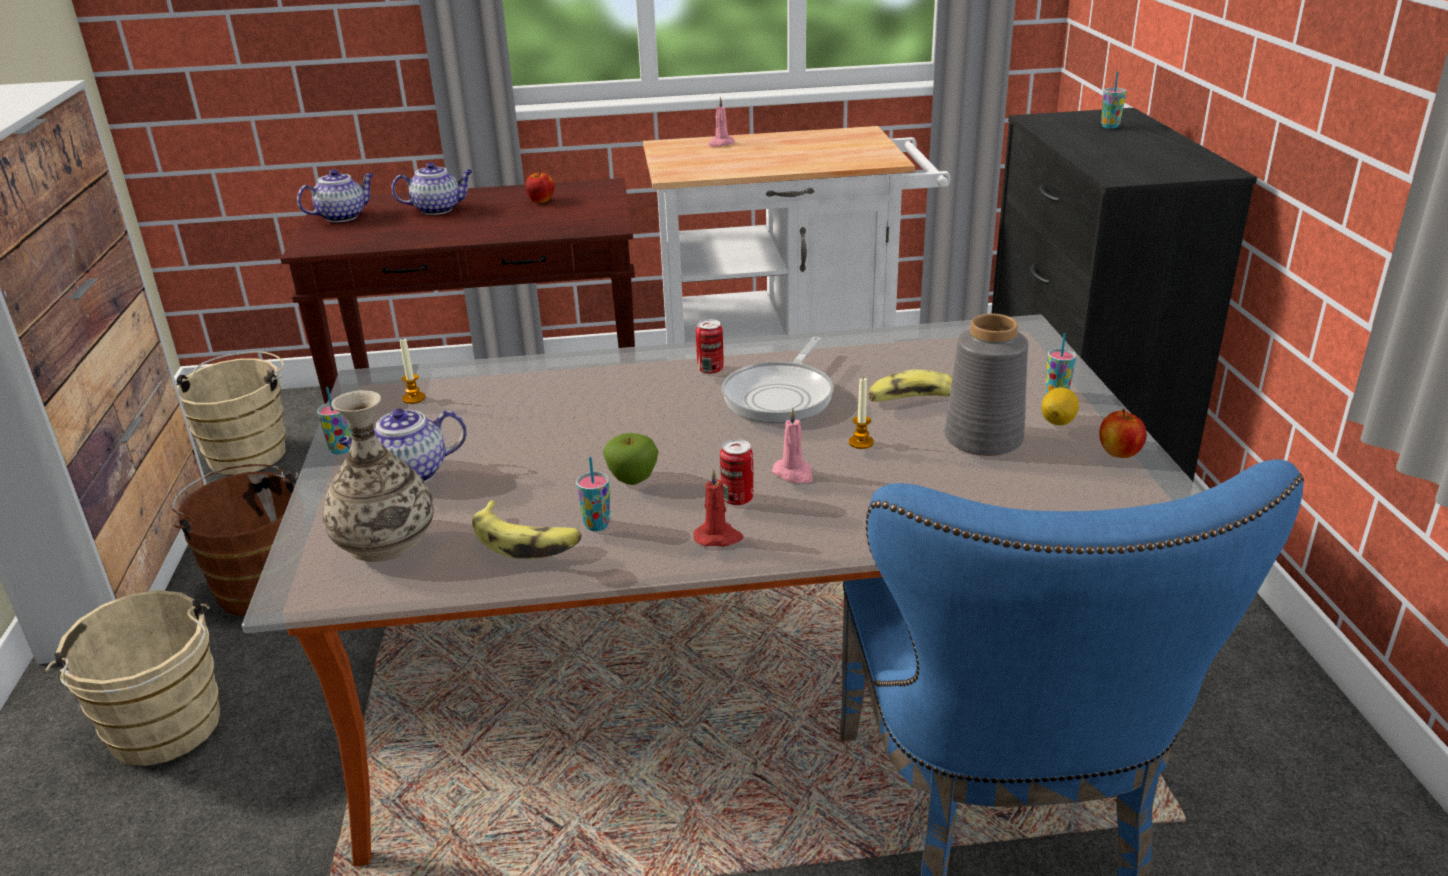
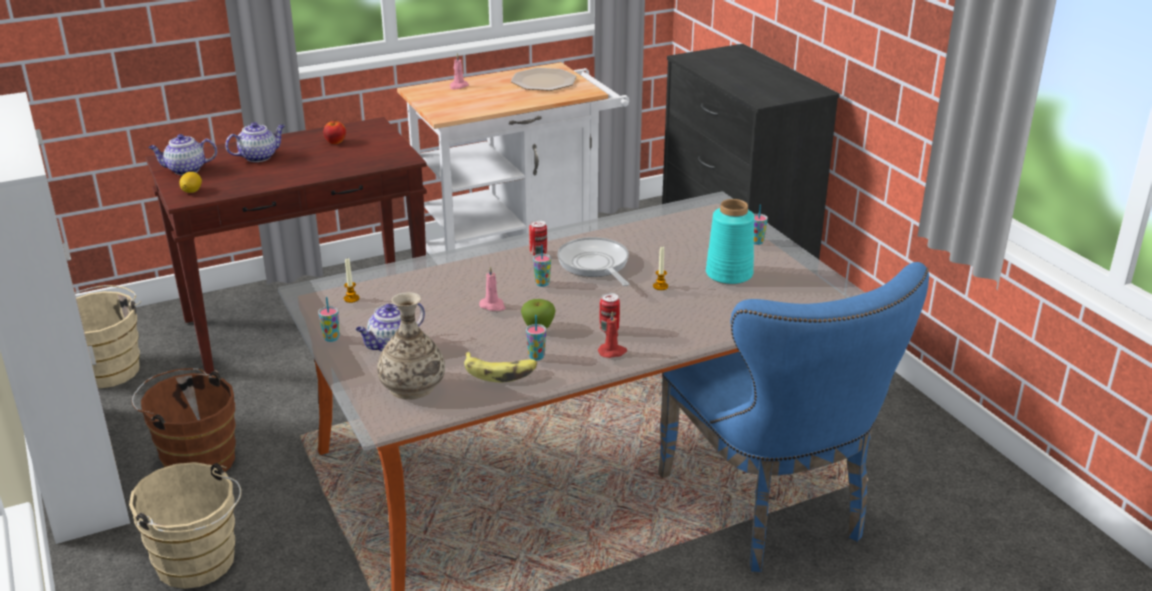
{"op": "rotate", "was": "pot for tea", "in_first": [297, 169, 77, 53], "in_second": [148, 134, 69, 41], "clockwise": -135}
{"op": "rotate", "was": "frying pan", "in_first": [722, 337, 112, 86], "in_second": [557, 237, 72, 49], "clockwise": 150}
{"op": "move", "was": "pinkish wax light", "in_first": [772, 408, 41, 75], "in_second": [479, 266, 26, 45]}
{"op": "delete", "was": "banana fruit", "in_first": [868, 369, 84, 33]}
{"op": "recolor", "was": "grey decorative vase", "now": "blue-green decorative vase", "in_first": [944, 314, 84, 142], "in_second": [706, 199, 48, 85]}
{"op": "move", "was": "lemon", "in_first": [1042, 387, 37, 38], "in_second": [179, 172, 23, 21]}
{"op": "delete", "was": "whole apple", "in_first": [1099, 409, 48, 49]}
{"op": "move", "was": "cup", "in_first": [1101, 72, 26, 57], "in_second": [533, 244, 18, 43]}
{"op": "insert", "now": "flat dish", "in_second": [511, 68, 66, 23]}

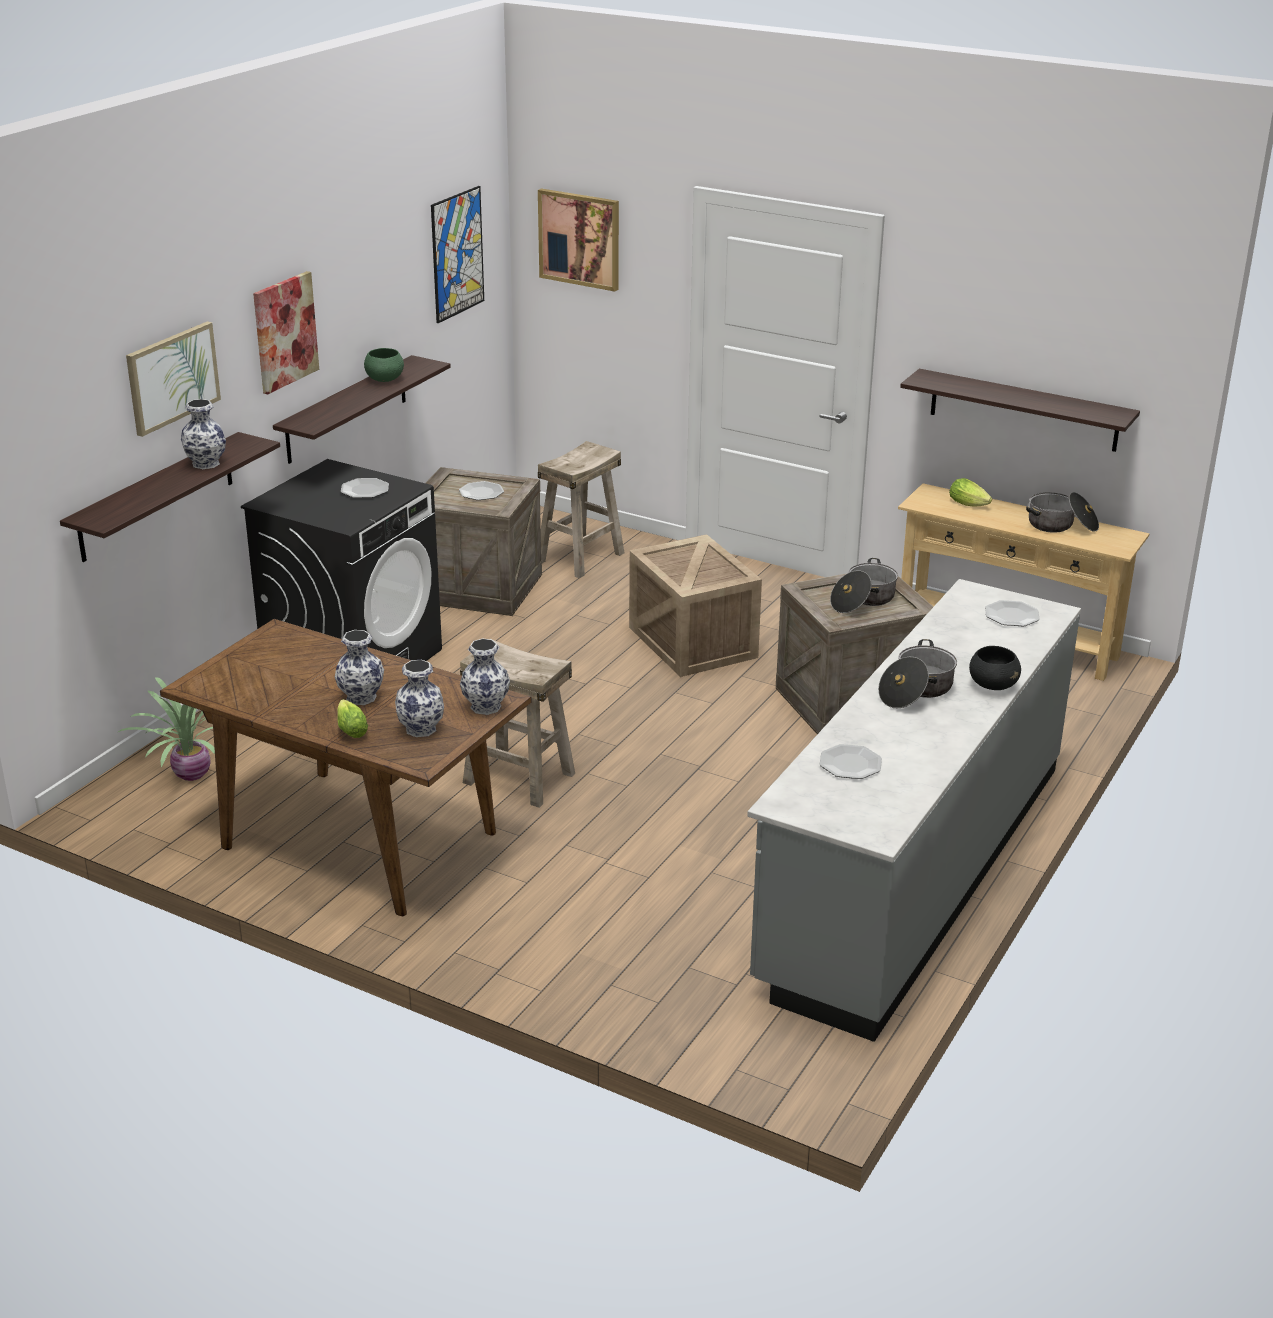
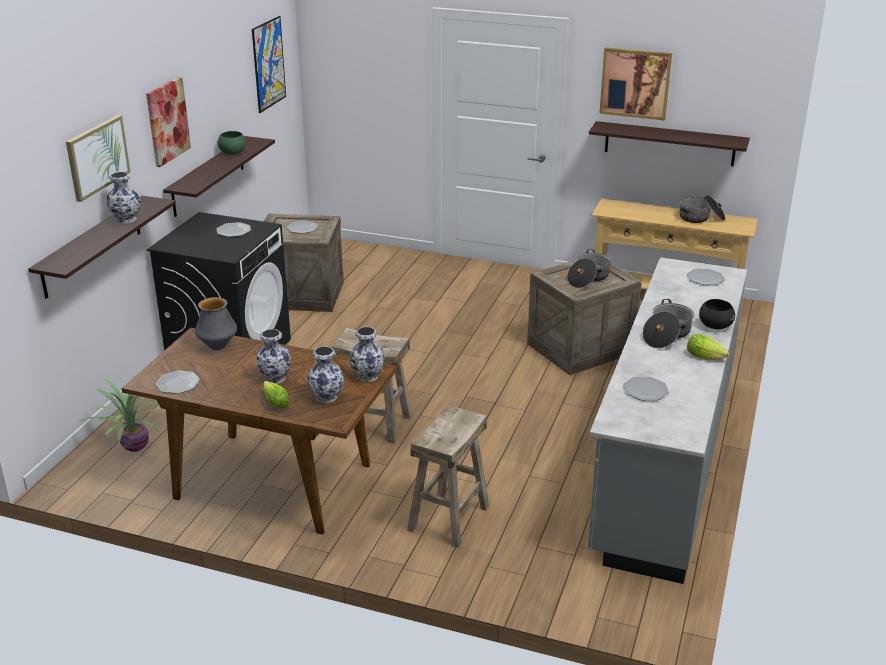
{"op": "move", "was": "wall picture", "in_first": [538, 188, 81, 104], "in_second": [599, 47, 73, 74]}
{"op": "move", "was": "beige-coloured stool seat", "in_first": [538, 441, 86, 137], "in_second": [407, 405, 82, 143]}
{"op": "delete", "was": "crate", "in_first": [629, 534, 133, 143]}
{"op": "move", "was": "lettuce", "in_first": [949, 478, 43, 28], "in_second": [687, 334, 42, 26]}
{"op": "insert", "now": "flat dish", "in_second": [156, 370, 44, 24]}
{"op": "insert", "now": "decorative vase", "in_second": [195, 297, 42, 53]}

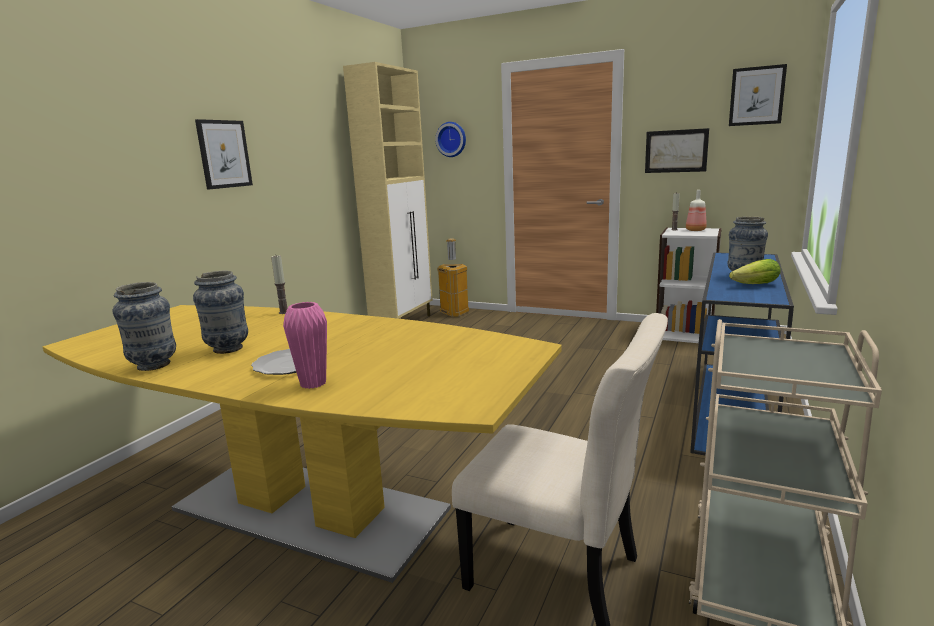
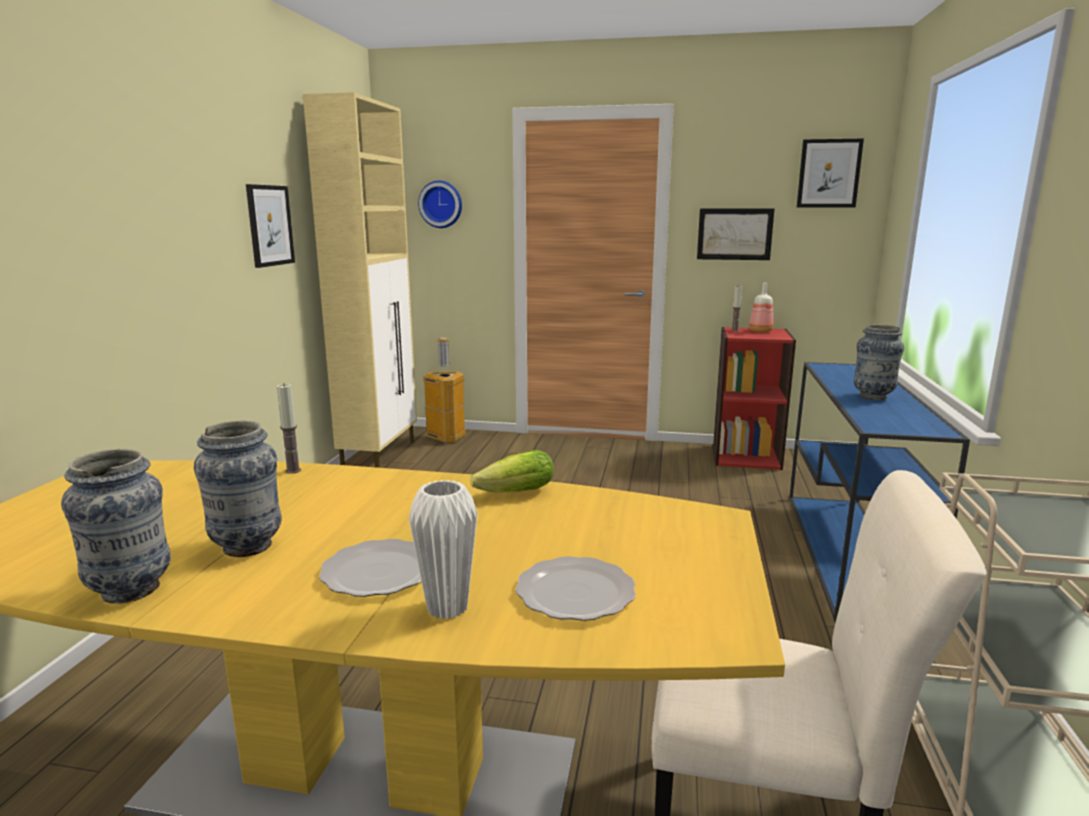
{"op": "move", "was": "wall picture", "in_first": [195, 119, 58, 71], "in_second": [246, 184, 49, 84]}
{"op": "recolor", "was": "pinkish decorative vase", "now": "whitish decorative vase", "in_first": [283, 302, 44, 87], "in_second": [409, 480, 68, 139]}
{"op": "recolor", "was": "whitish shelving unit", "now": "red-coloured shelving unit", "in_first": [656, 228, 65, 115], "in_second": [713, 327, 83, 143]}
{"op": "move", "was": "lettuce", "in_first": [729, 259, 52, 25], "in_second": [470, 450, 84, 43]}
{"op": "insert", "now": "flat dish", "in_second": [515, 556, 121, 65]}

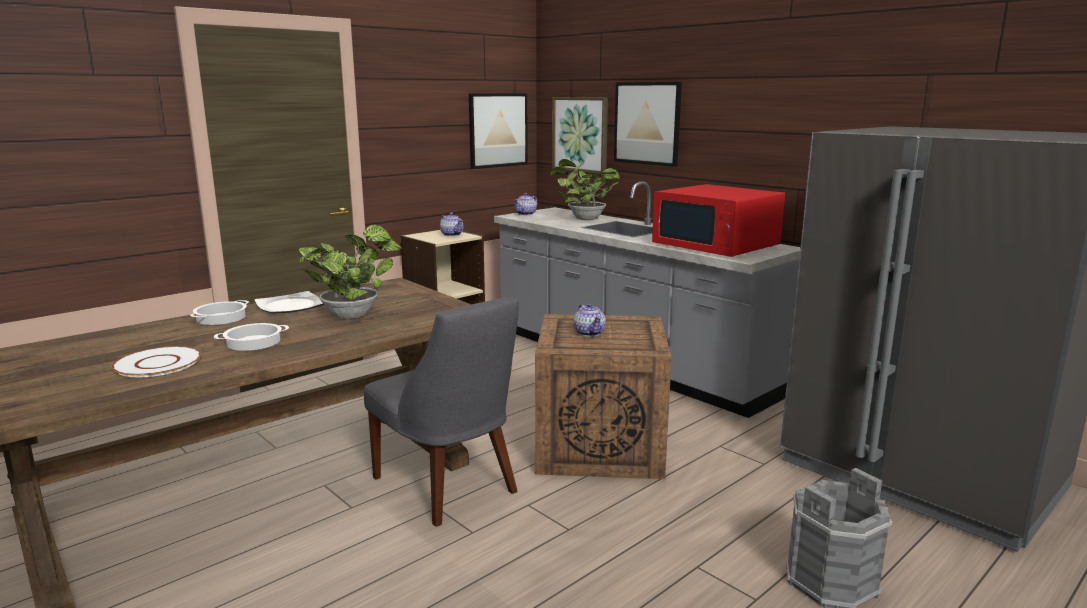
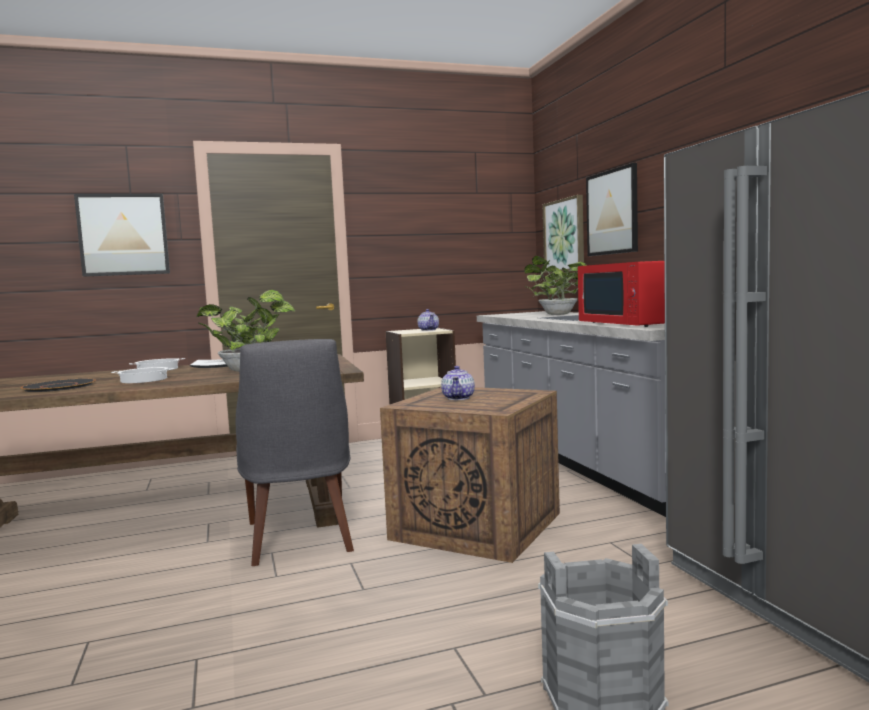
{"op": "recolor", "was": "whitish flat dish", "now": "black-coloured flat dish", "in_first": [111, 346, 90, 31], "in_second": [21, 379, 75, 13]}
{"op": "move", "was": "wall picture", "in_first": [469, 93, 59, 76], "in_second": [74, 194, 96, 83]}
{"op": "delete", "was": "pot for tea", "in_first": [514, 193, 23, 22]}

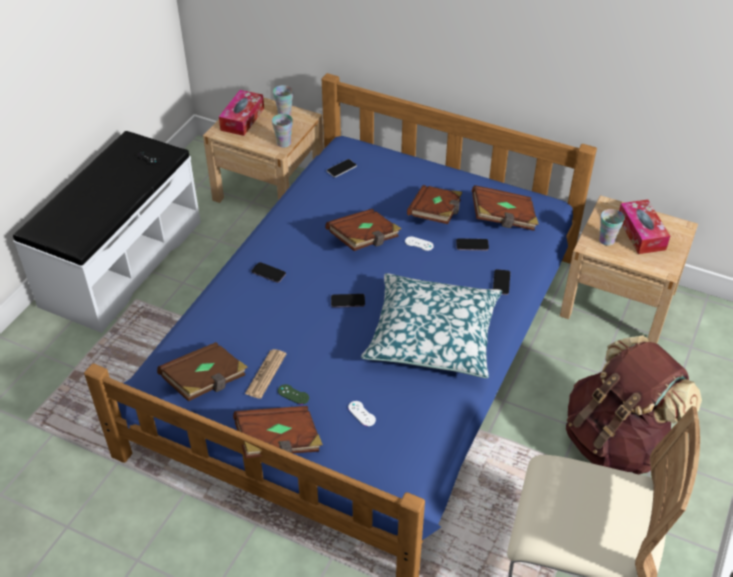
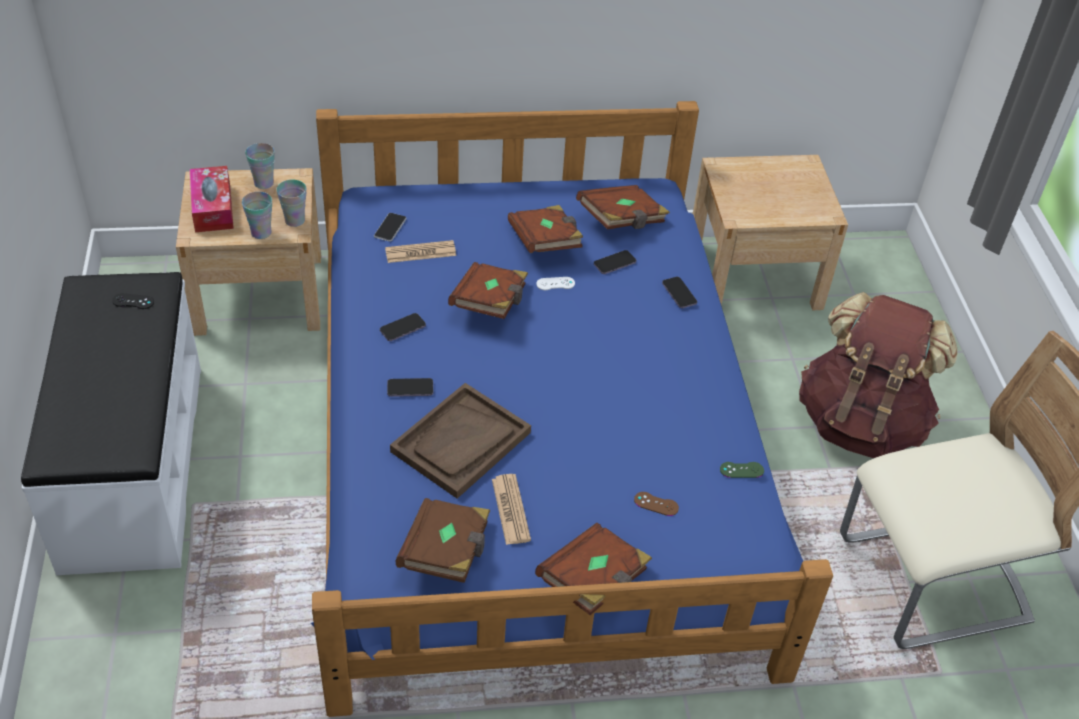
{"op": "move", "was": "greenish gamepad", "in_first": [278, 384, 31, 21], "in_second": [720, 462, 44, 16]}
{"op": "move", "was": "telephone", "in_first": [331, 294, 34, 14], "in_second": [380, 313, 46, 28]}
{"op": "recolor", "was": "whitish gamepad", "now": "brown-coloured gamepad", "in_first": [348, 401, 28, 25], "in_second": [634, 492, 45, 24]}
{"op": "delete", "was": "throw pillow", "in_first": [361, 273, 141, 105]}
{"op": "move", "was": "cup", "in_first": [599, 209, 26, 37], "in_second": [242, 191, 30, 48]}
{"op": "delete", "was": "tissue box", "in_first": [619, 200, 51, 54]}
{"op": "insert", "now": "newspaper", "in_second": [385, 240, 71, 23]}
{"op": "insert", "now": "brown-coloured serving tray", "in_second": [390, 383, 141, 116]}

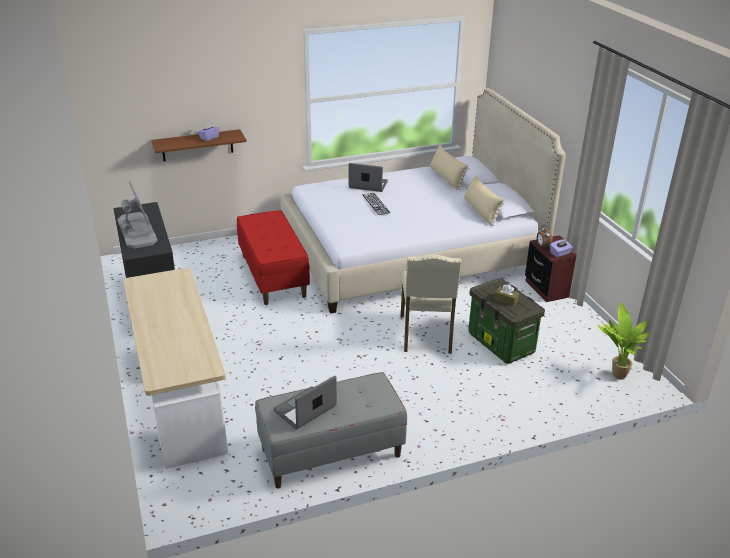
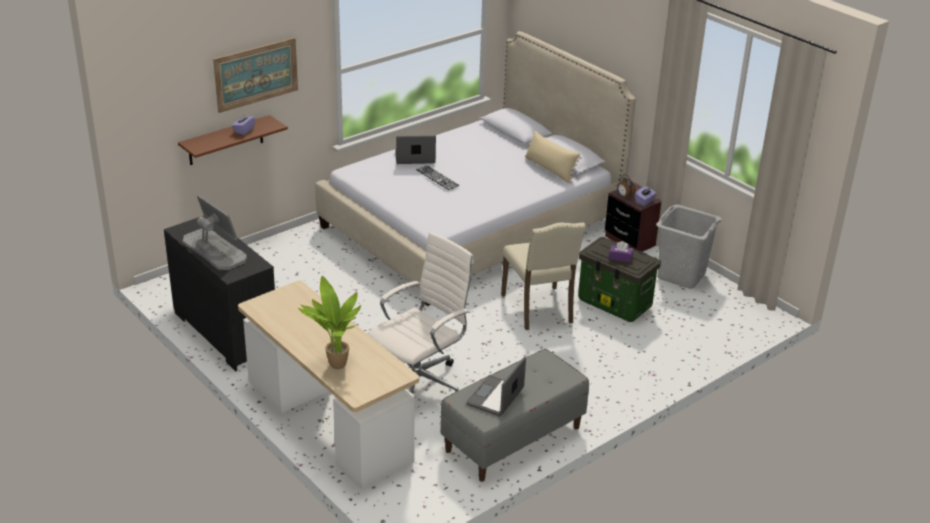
{"op": "delete", "was": "red-coloured indoor bench", "in_first": [237, 210, 73, 95]}
{"op": "delete", "was": "beige-coloured throw pillow", "in_first": [430, 145, 39, 45]}
{"op": "recolor", "was": "brown-coloured tissue box", "now": "purple-coloured tissue box", "in_first": [494, 284, 25, 22], "in_second": [609, 241, 24, 21]}
{"op": "move", "was": "houseplant", "in_first": [598, 302, 52, 77], "in_second": [298, 276, 63, 93]}
{"op": "insert", "now": "wall picture", "in_second": [213, 38, 85, 75]}
{"op": "insert", "now": "whitish office chair", "in_second": [367, 232, 107, 162]}
{"op": "insert", "now": "grey washing basket", "in_second": [656, 204, 66, 85]}

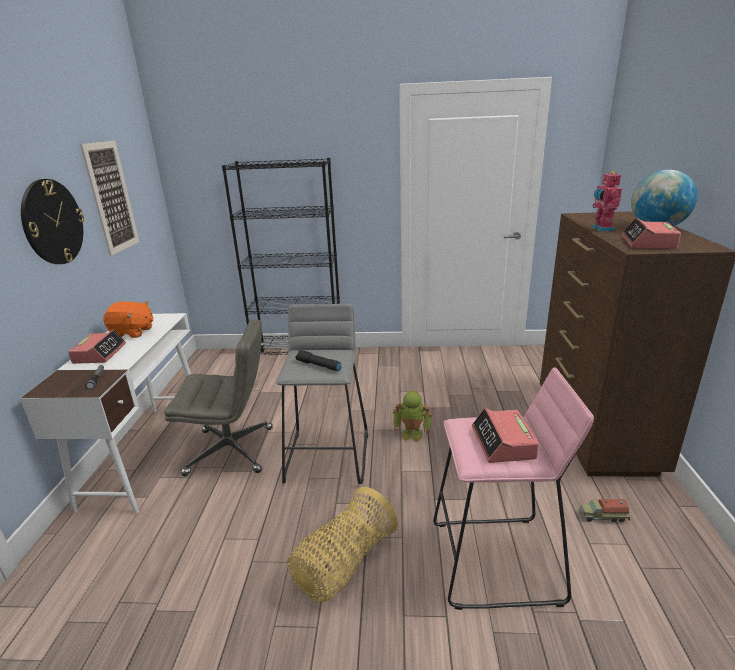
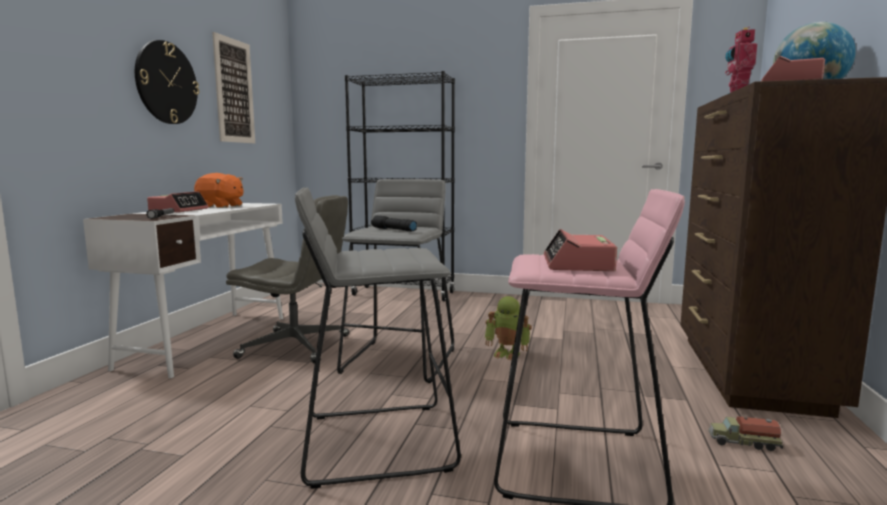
{"op": "replace", "was": "household basket", "now": "grey stool seat", "in_first": [288, 487, 110, 116], "in_second": [295, 187, 166, 302]}

